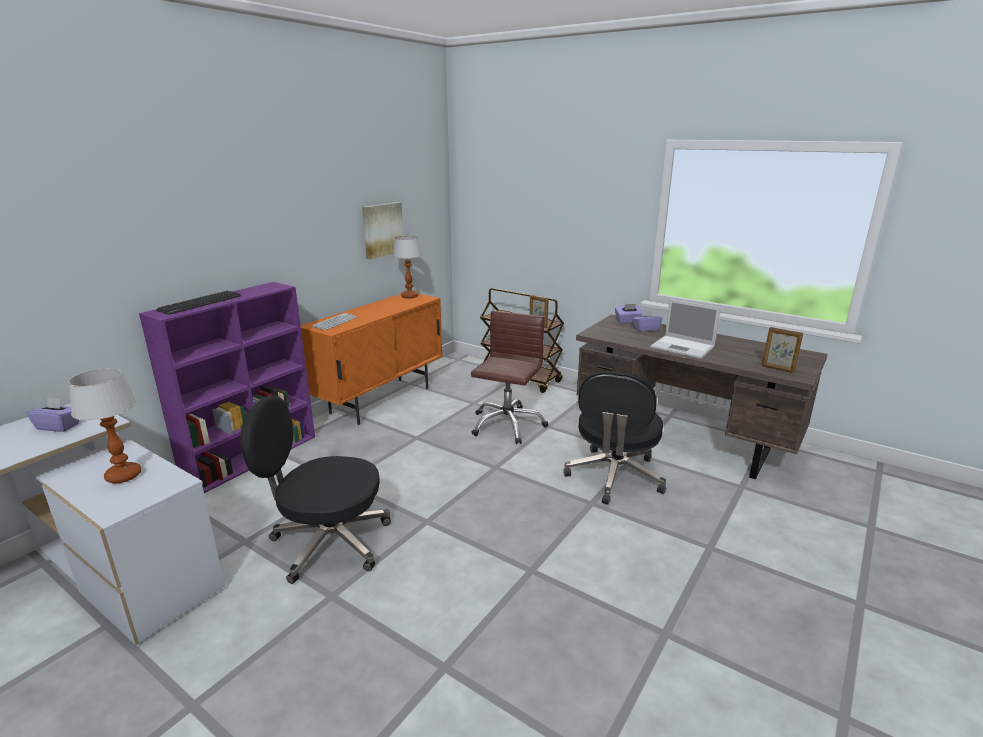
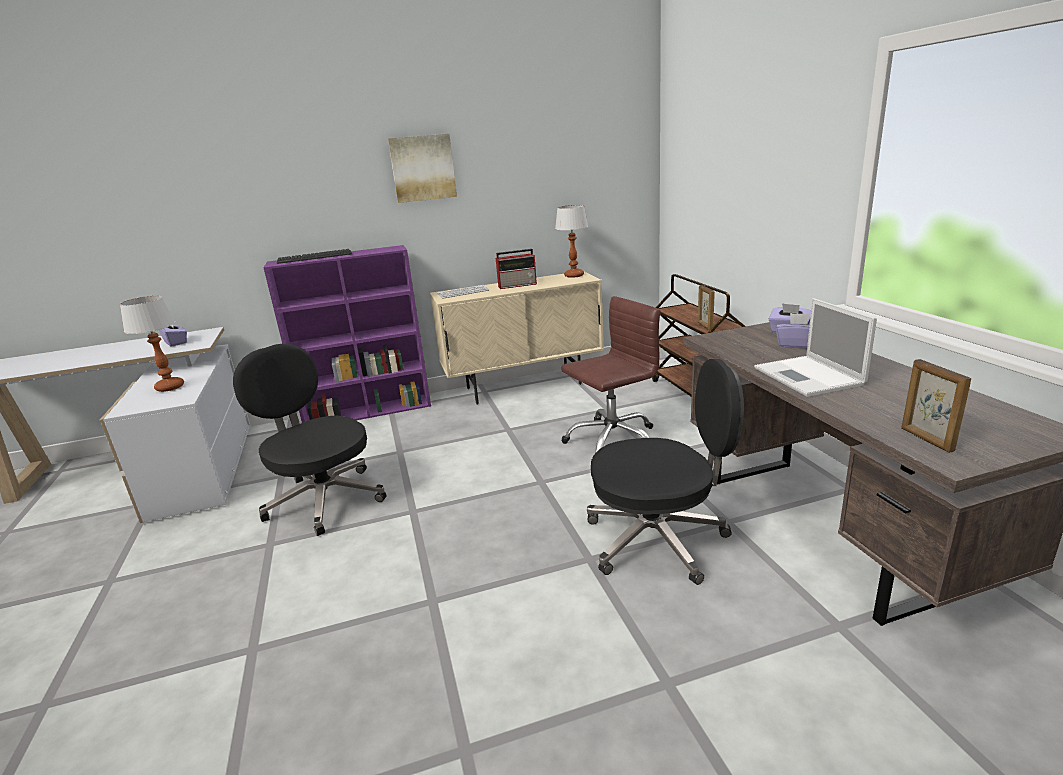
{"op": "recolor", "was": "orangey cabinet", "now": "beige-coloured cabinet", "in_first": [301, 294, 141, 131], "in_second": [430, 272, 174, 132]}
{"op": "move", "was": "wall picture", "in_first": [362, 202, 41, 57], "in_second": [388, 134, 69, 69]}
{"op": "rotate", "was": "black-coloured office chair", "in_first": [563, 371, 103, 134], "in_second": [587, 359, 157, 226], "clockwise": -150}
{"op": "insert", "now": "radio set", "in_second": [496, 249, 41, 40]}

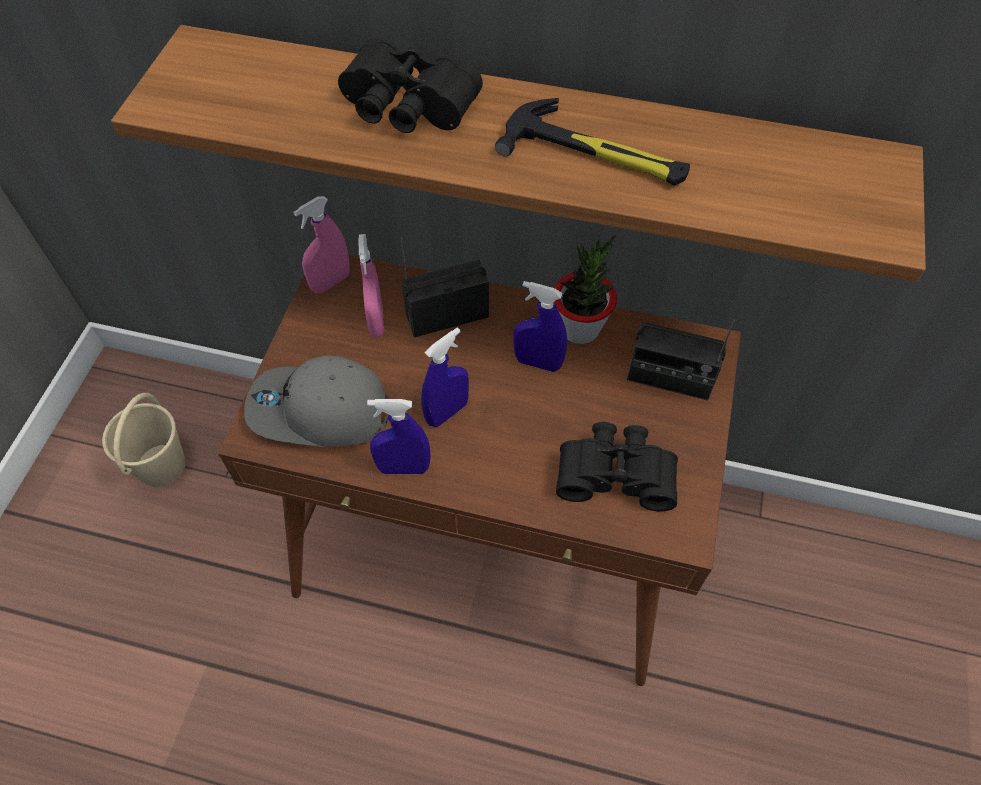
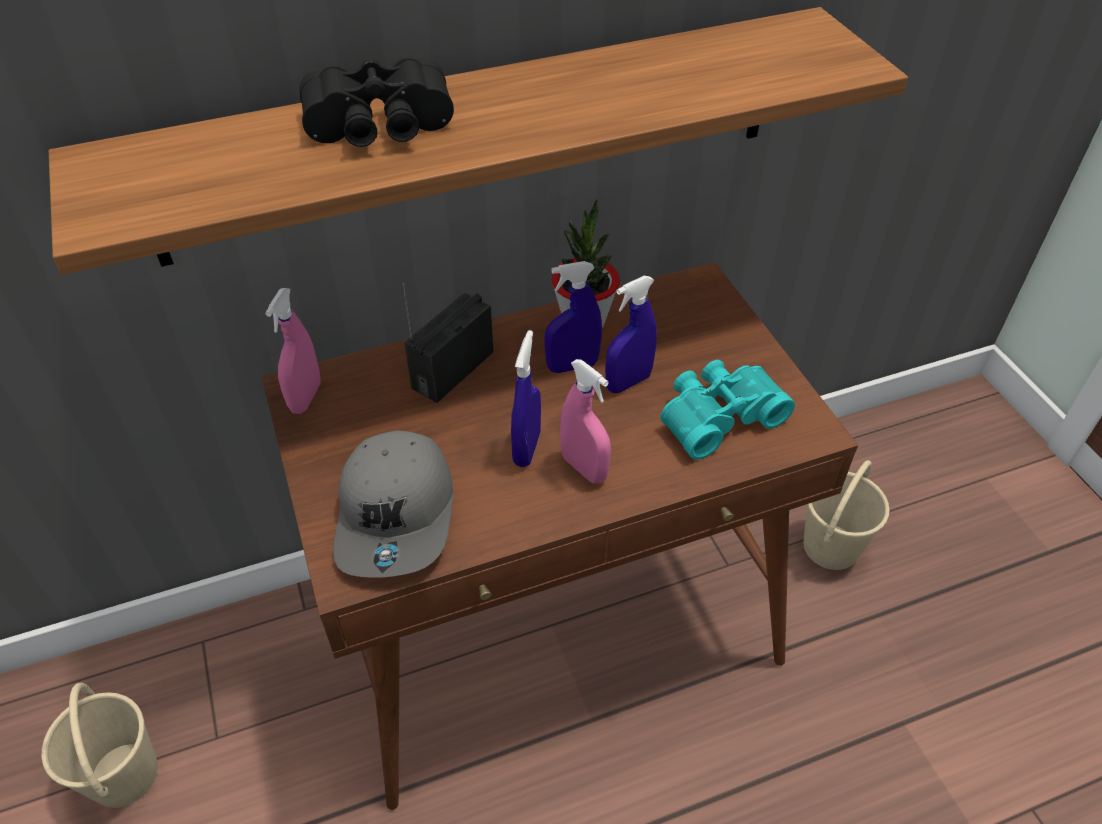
{"op": "rotate", "was": "grey peaked cap", "in_first": [244, 356, 145, 91], "in_second": [333, 431, 120, 147], "clockwise": -60}
{"op": "move", "was": "pinkish spray bottle", "in_first": [359, 234, 25, 103], "in_second": [560, 359, 51, 125]}
{"op": "move", "was": "blue spray bottle", "in_first": [367, 399, 64, 75], "in_second": [605, 276, 52, 117]}
{"op": "delete", "was": "hammer", "in_first": [495, 98, 195, 87]}
{"op": "recolor", "was": "black-coloured binoculars", "now": "blue-green binoculars", "in_first": [556, 422, 122, 89], "in_second": [660, 360, 135, 100]}
{"op": "delete", "was": "radio set", "in_first": [627, 320, 108, 81]}
{"op": "insert", "now": "beige-coloured pail", "in_second": [804, 460, 85, 110]}

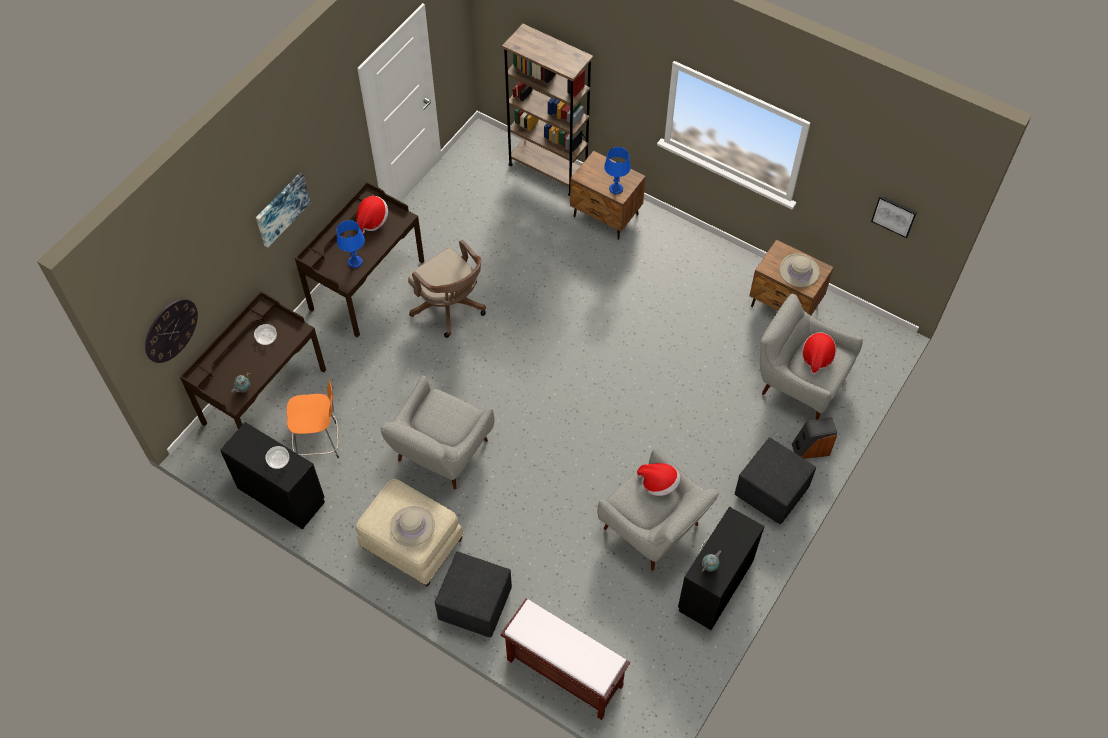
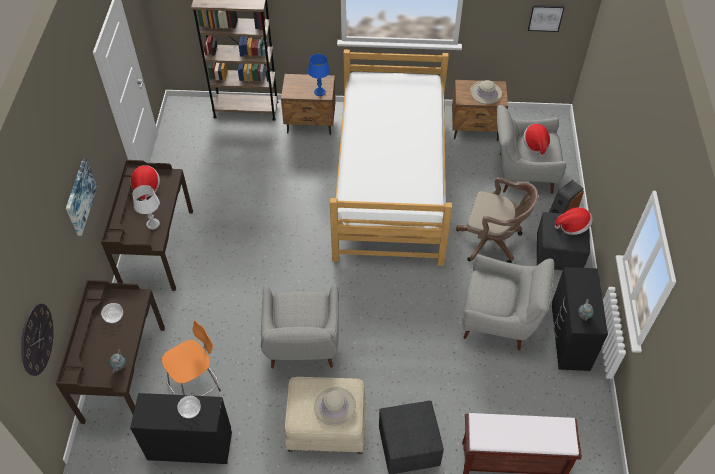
{"op": "recolor", "was": "blue table lamp", "now": "whitish table lamp", "in_first": [337, 220, 28, 48], "in_second": [132, 185, 28, 45]}
{"op": "move", "was": "brown-coloured office chair", "in_first": [408, 240, 78, 98], "in_second": [456, 177, 82, 86]}
{"op": "move", "was": "hat", "in_first": [637, 463, 43, 33], "in_second": [555, 207, 38, 28]}
{"op": "insert", "now": "sleeping bed", "in_second": [330, 50, 122, 216]}

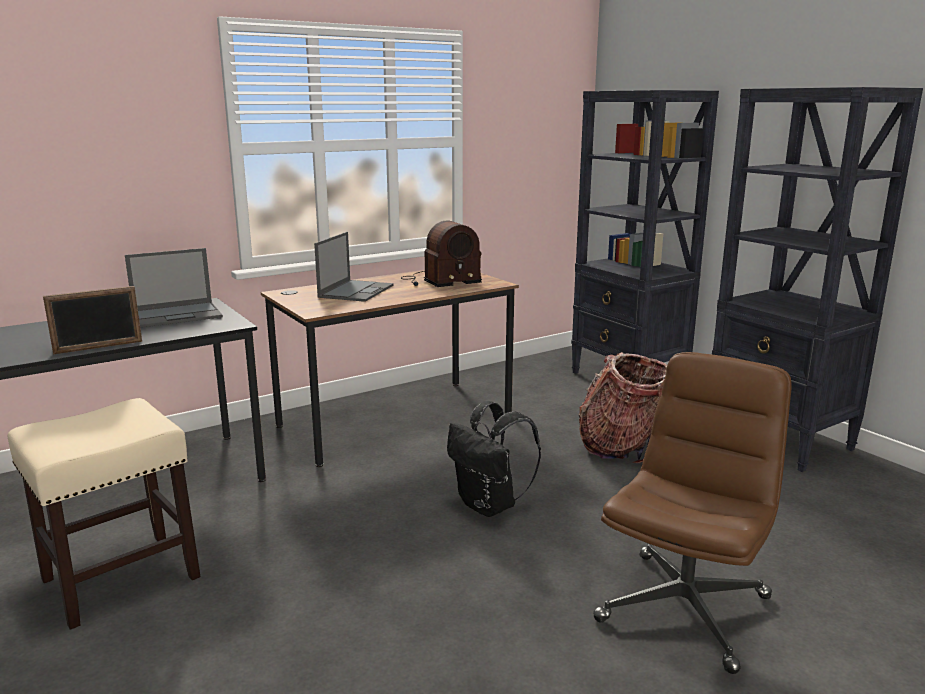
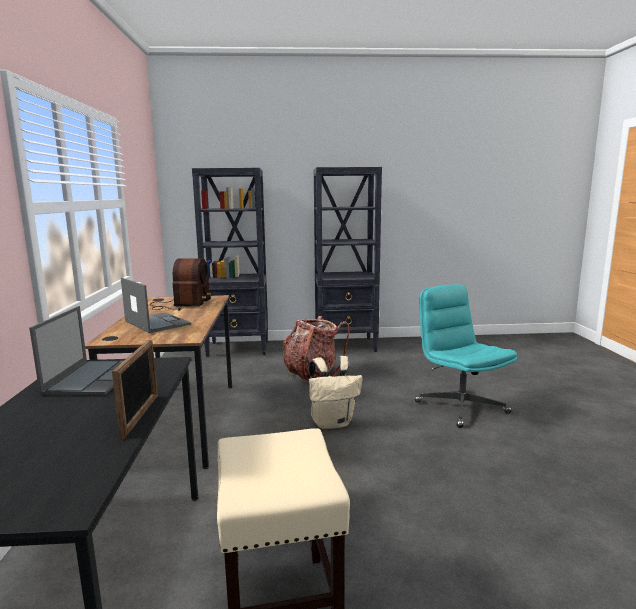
{"op": "recolor", "was": "black-coloured rucksack", "now": "beige-coloured rucksack", "in_first": [447, 401, 94, 116], "in_second": [309, 356, 54, 73]}
{"op": "recolor", "was": "brown-coloured office chair", "now": "blue-green office chair", "in_first": [593, 352, 199, 322], "in_second": [415, 284, 103, 144]}

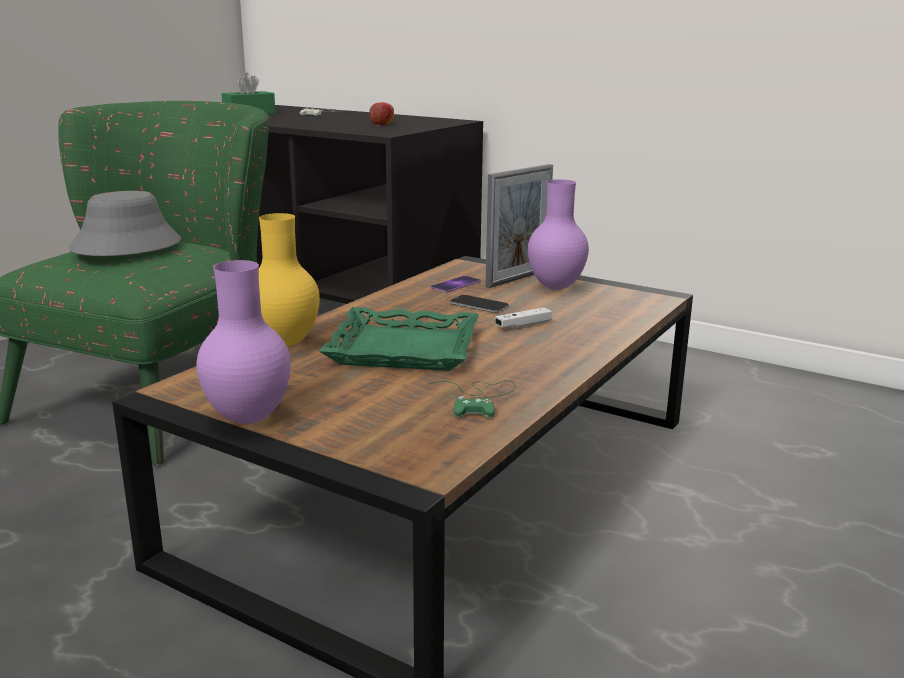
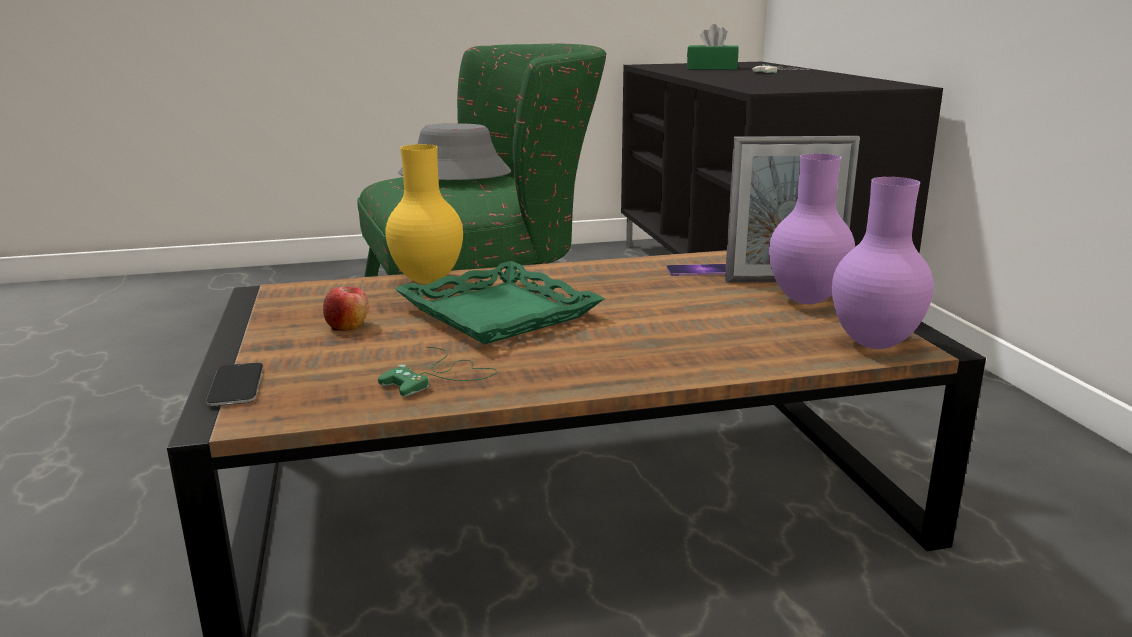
{"op": "move", "was": "purple-coloured decorative vase", "in_first": [197, 260, 94, 164], "in_second": [832, 177, 102, 172]}
{"op": "move", "was": "whole apple", "in_first": [369, 102, 25, 24], "in_second": [323, 287, 46, 44]}
{"op": "move", "was": "telephone", "in_first": [450, 295, 59, 18], "in_second": [206, 363, 57, 43]}
{"op": "delete", "was": "whitish gamepad", "in_first": [495, 307, 57, 22]}

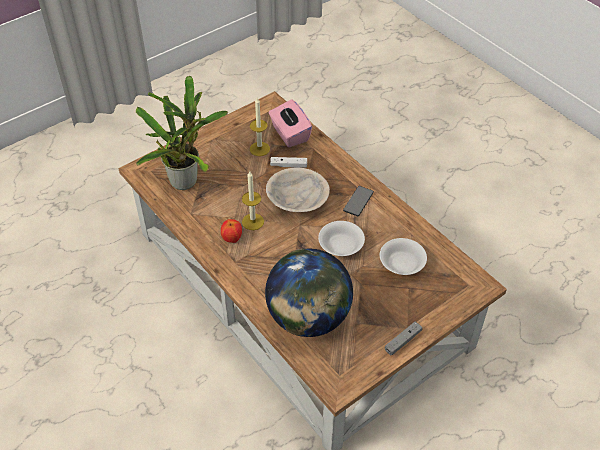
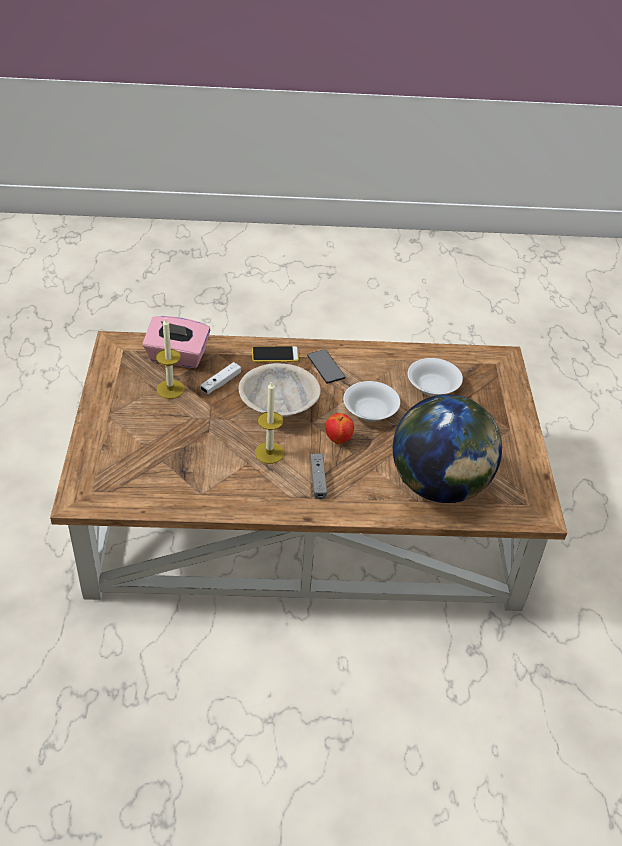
{"op": "delete", "was": "houseplant", "in_first": [136, 76, 92, 114]}
{"op": "move", "was": "whole apple", "in_first": [221, 219, 21, 24], "in_second": [325, 413, 29, 31]}
{"op": "move", "was": "grey gamepad", "in_first": [385, 322, 37, 33], "in_second": [310, 454, 17, 45]}
{"op": "insert", "now": "telephone", "in_second": [252, 346, 47, 16]}

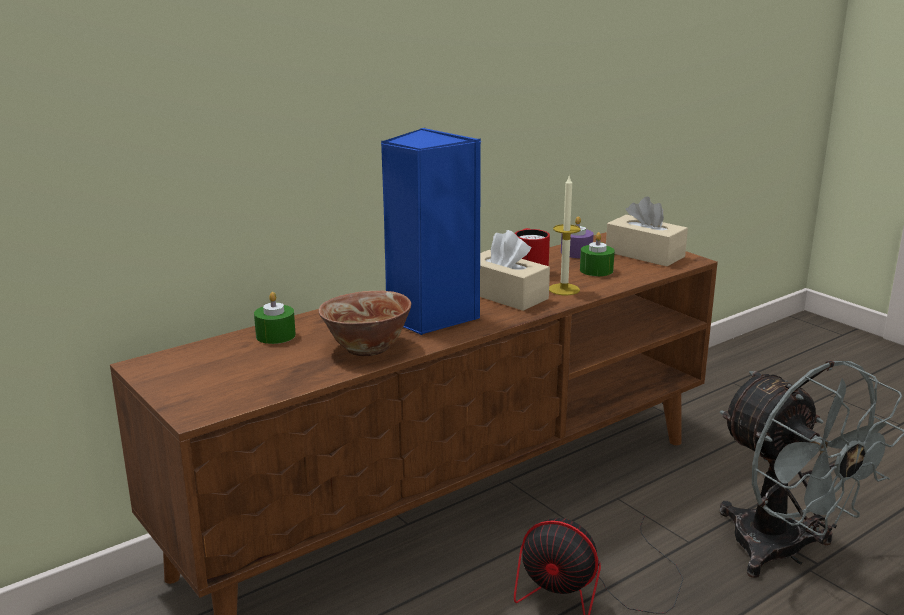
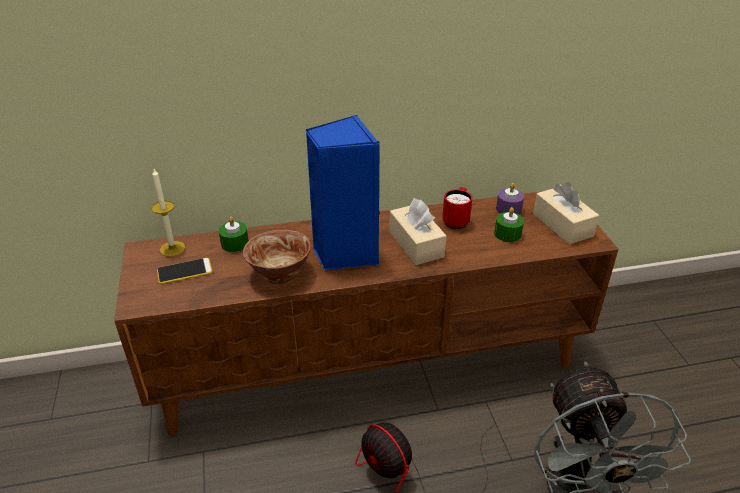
{"op": "move", "was": "wax light", "in_first": [549, 176, 32, 119], "in_second": [151, 169, 34, 88]}
{"op": "insert", "now": "telephone", "in_second": [157, 258, 56, 26]}

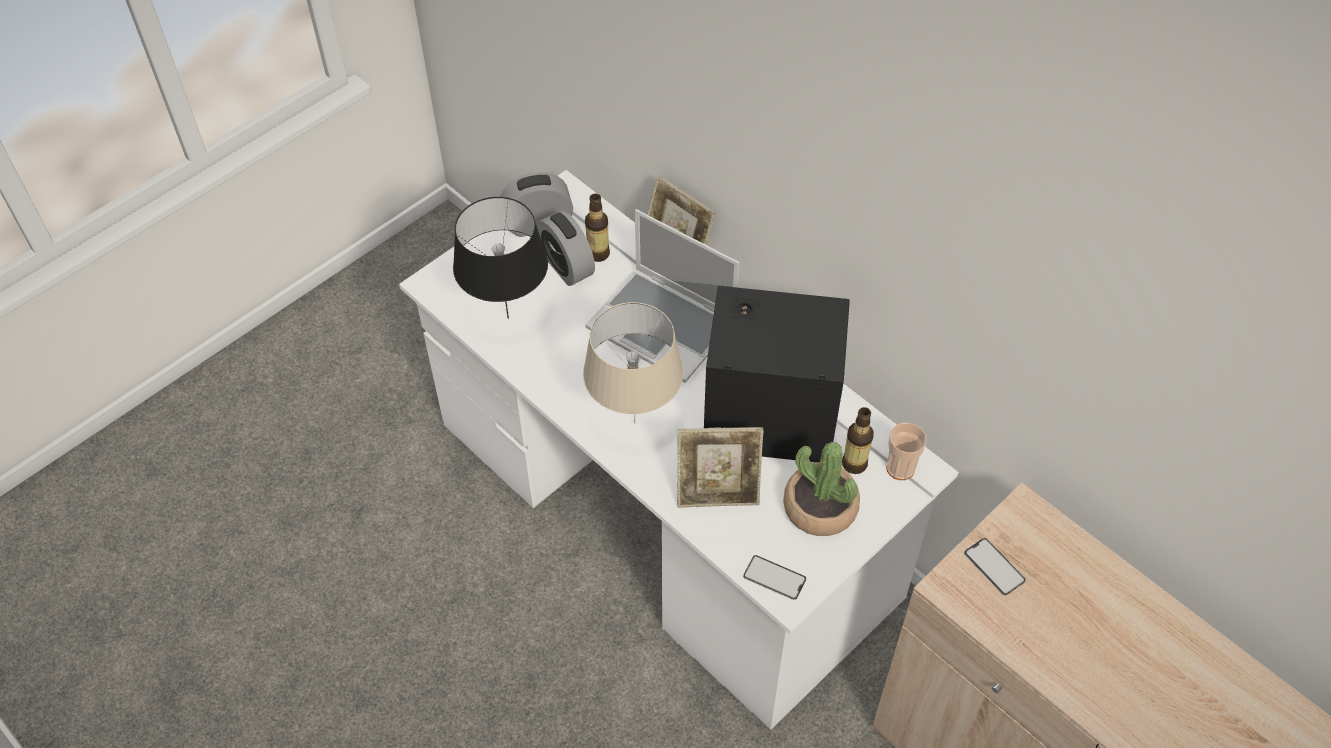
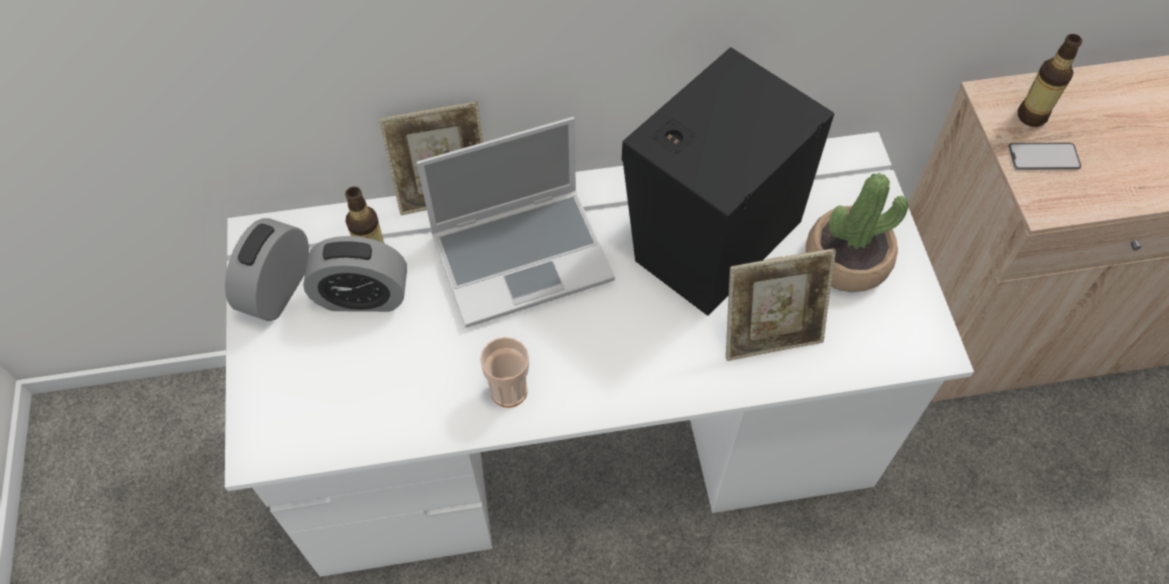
{"op": "delete", "was": "black-coloured table lamp", "in_first": [453, 197, 95, 122]}
{"op": "delete", "was": "beige-coloured table lamp", "in_first": [583, 302, 100, 122]}
{"op": "rotate", "was": "picture frame", "in_first": [677, 427, 87, 81], "in_second": [726, 248, 110, 113], "clockwise": 45}
{"op": "delete", "was": "telephone", "in_first": [743, 555, 63, 45]}
{"op": "move", "was": "bottle", "in_first": [842, 407, 32, 67], "in_second": [1018, 34, 64, 93]}
{"op": "move", "was": "cup", "in_first": [886, 423, 41, 57], "in_second": [480, 337, 49, 71]}

